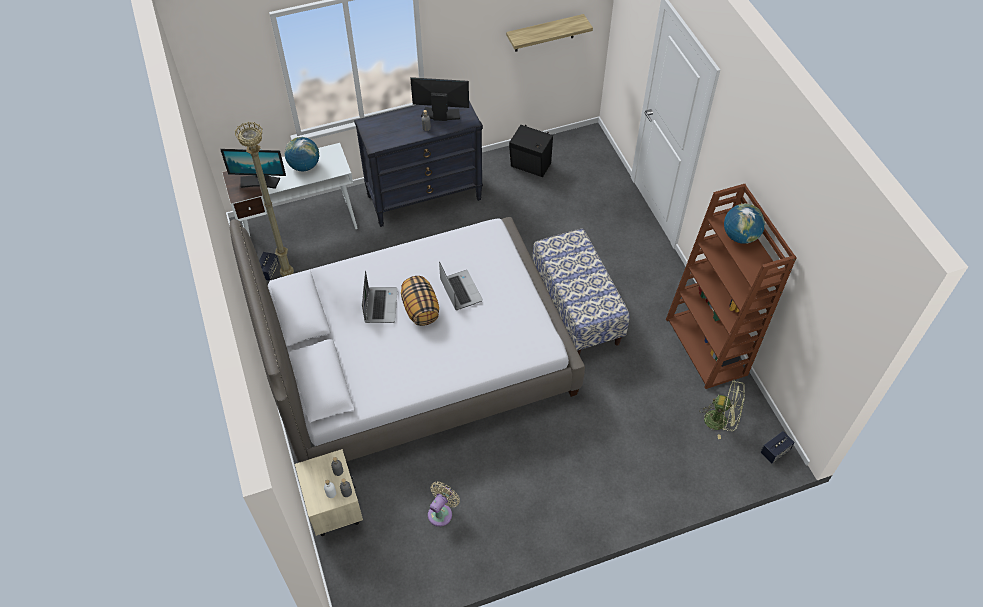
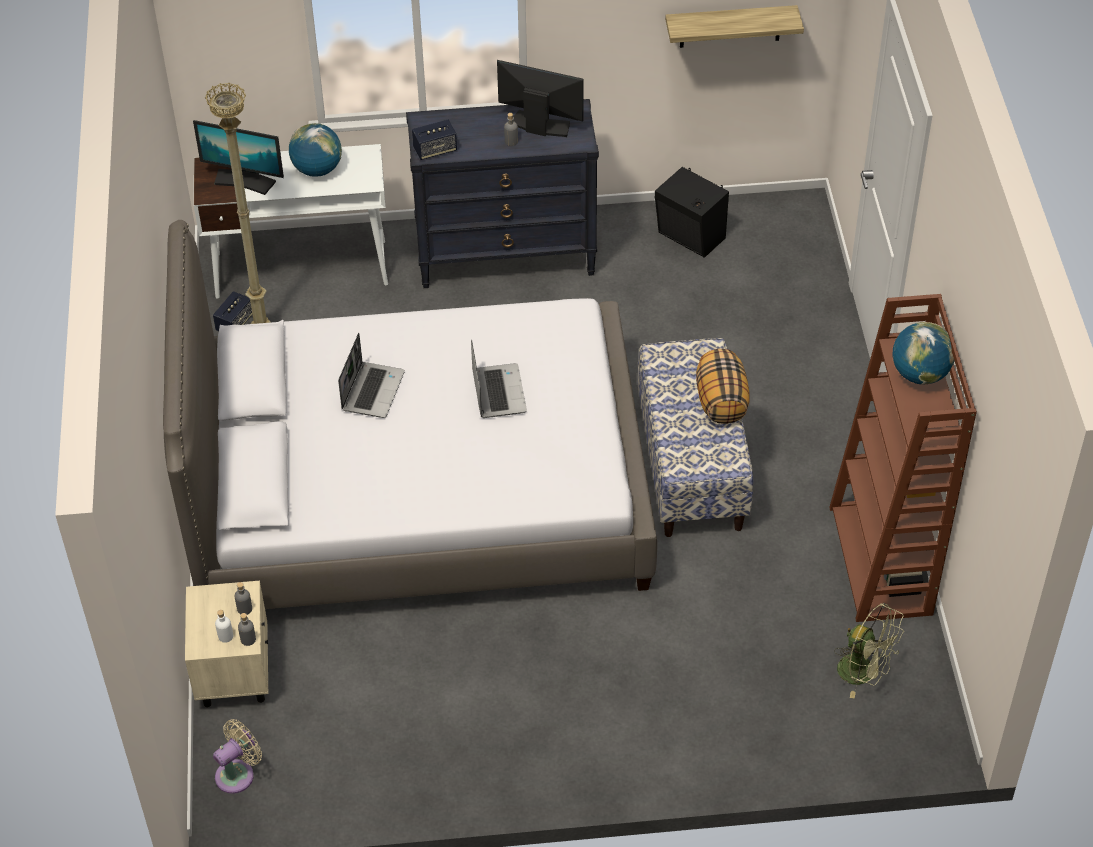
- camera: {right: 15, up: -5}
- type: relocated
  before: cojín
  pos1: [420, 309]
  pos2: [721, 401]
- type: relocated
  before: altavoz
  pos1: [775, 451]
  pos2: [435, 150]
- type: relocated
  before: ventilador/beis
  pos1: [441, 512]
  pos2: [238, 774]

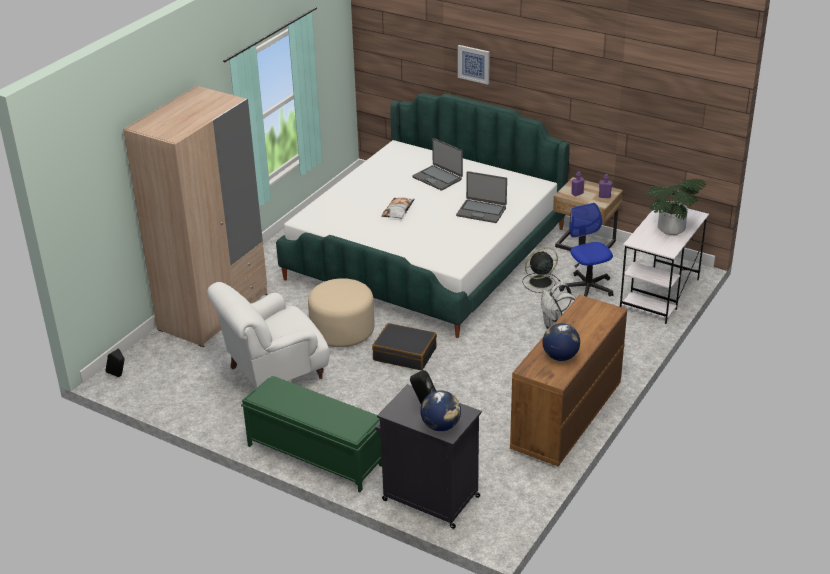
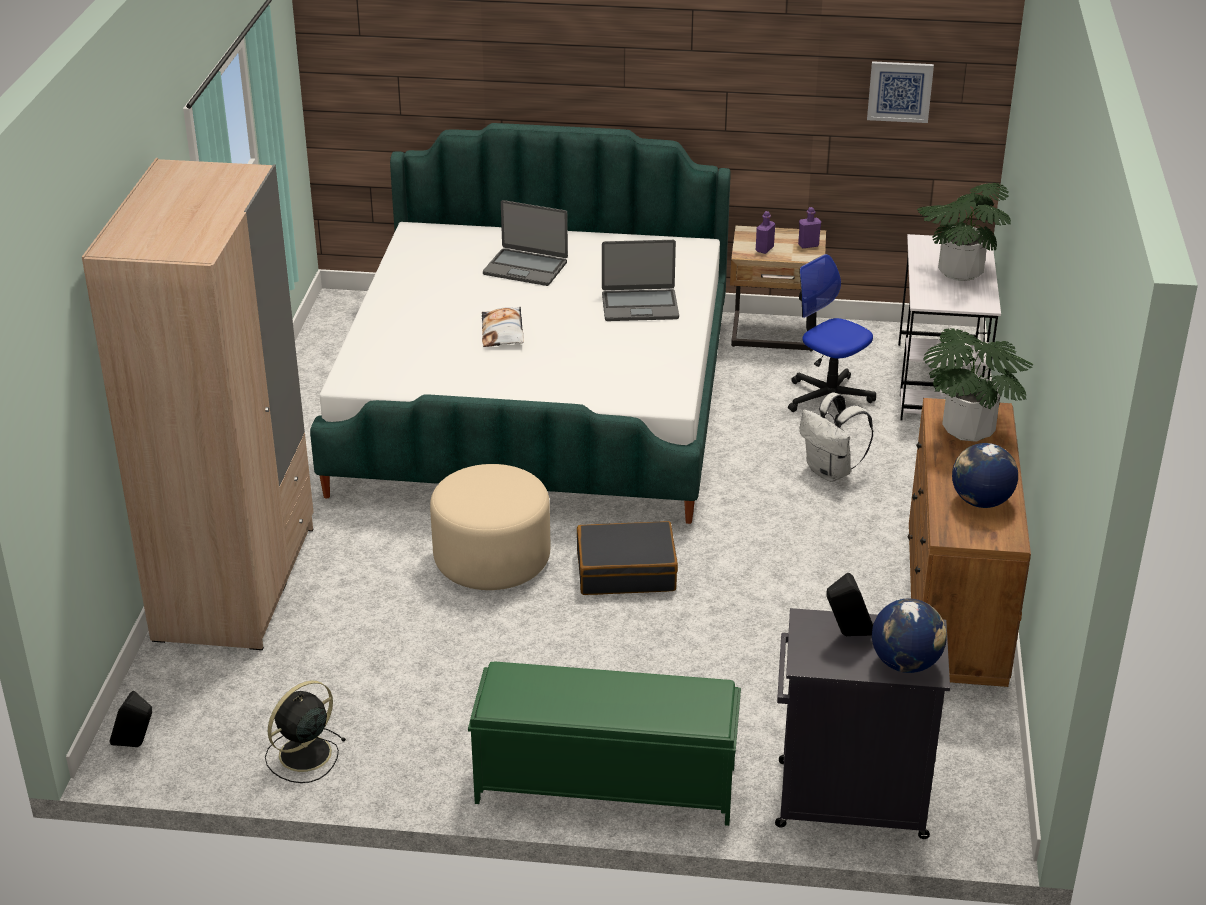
- camera: {right: -25, up: 0}
- type: relocated
  before: cuadro
  pos1: [474, 64]
  pos2: [900, 91]
- type: relocated
  before: ventilador/negro
  pos1: [539, 282]
  pos2: [303, 755]
- type: missing
  before: sillón/blanco
  pos1: [274, 375]
- type: appeared
  after: planta en maceta
  pos2: [969, 430]

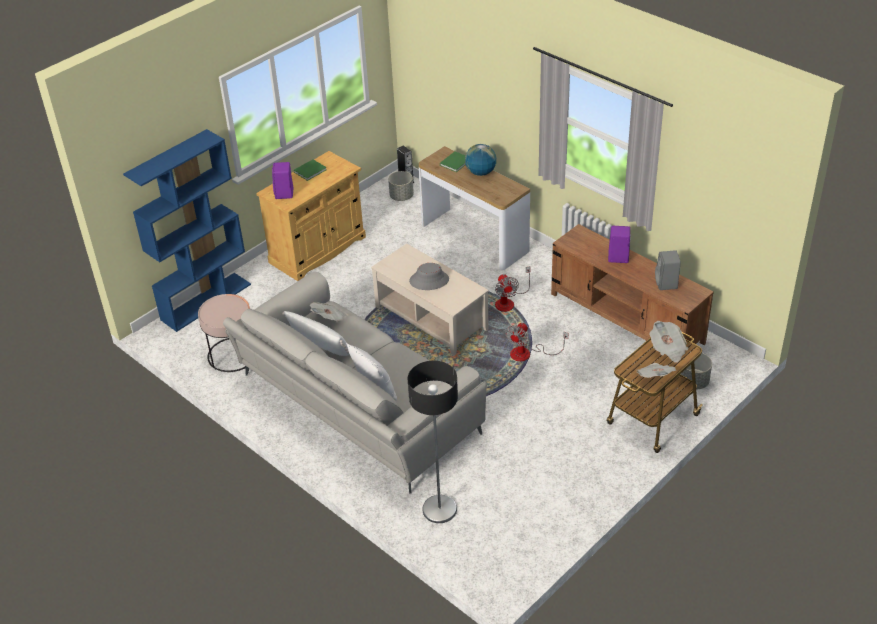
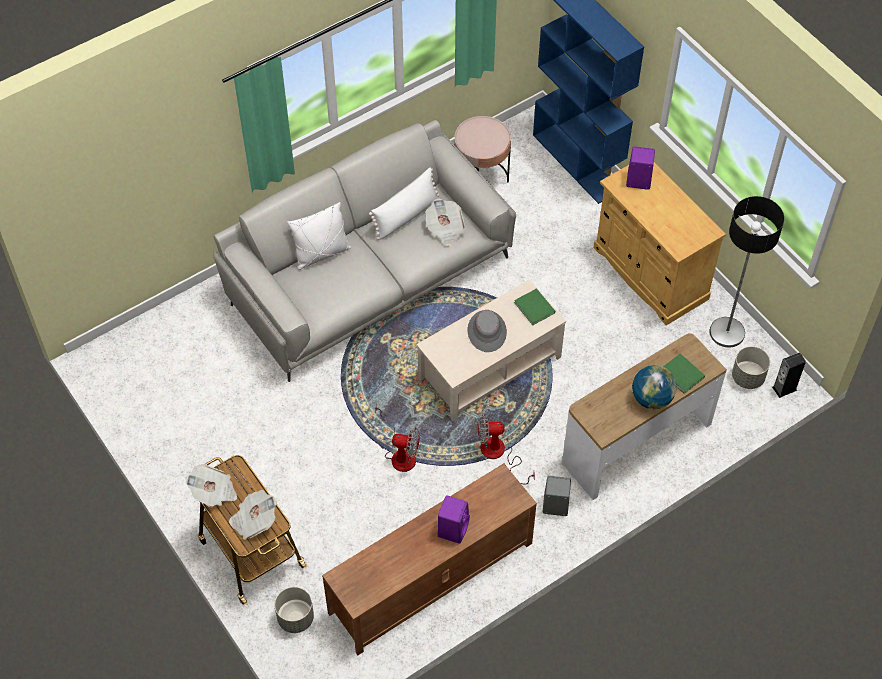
- camera: {right: 100, up: 15}
- type: relocated
  before: libro/verde
  pos1: [311, 170]
  pos2: [535, 308]
- type: relocated
  before: altavoz/gris
  pos1: [666, 284]
  pos2: [554, 505]
- type: spun
  before: ventilador
  pos1: [527, 354]
  pos2: [399, 453]
  turn: 150
- type: relocated
  before: lámpara de pie
  pos1: [439, 509]
  pos2: [727, 332]

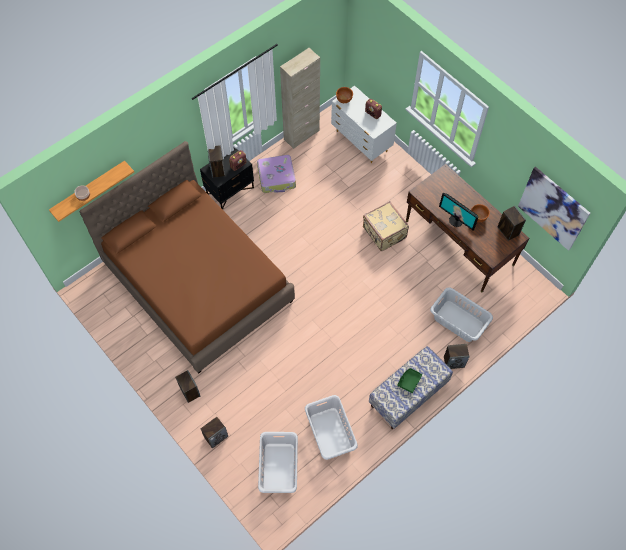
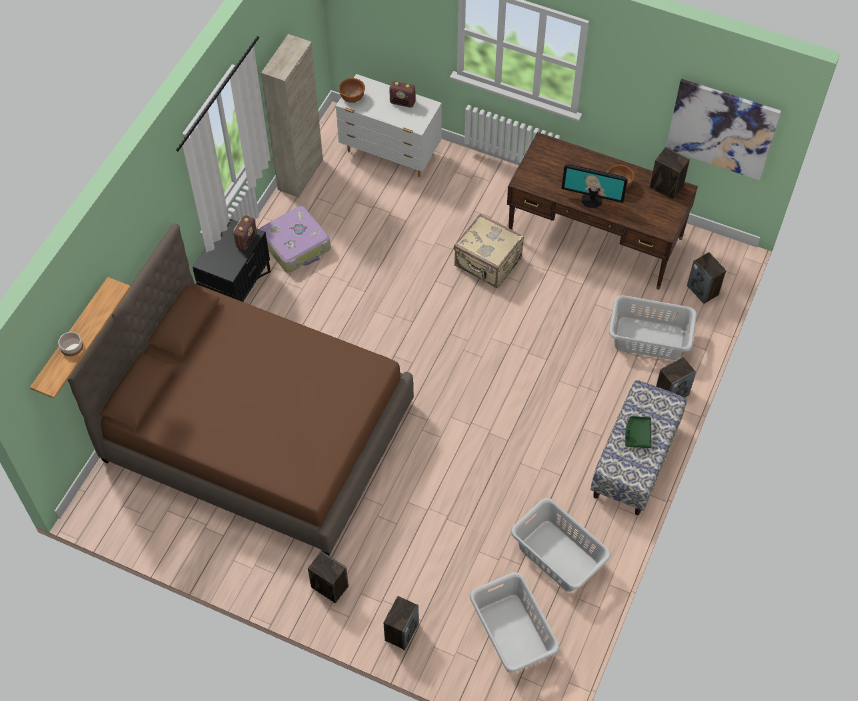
- camera: {right: -25, up: -5}
- type: relocated
  before: altavoz
  pos1: [217, 170]
  pos2: [703, 290]

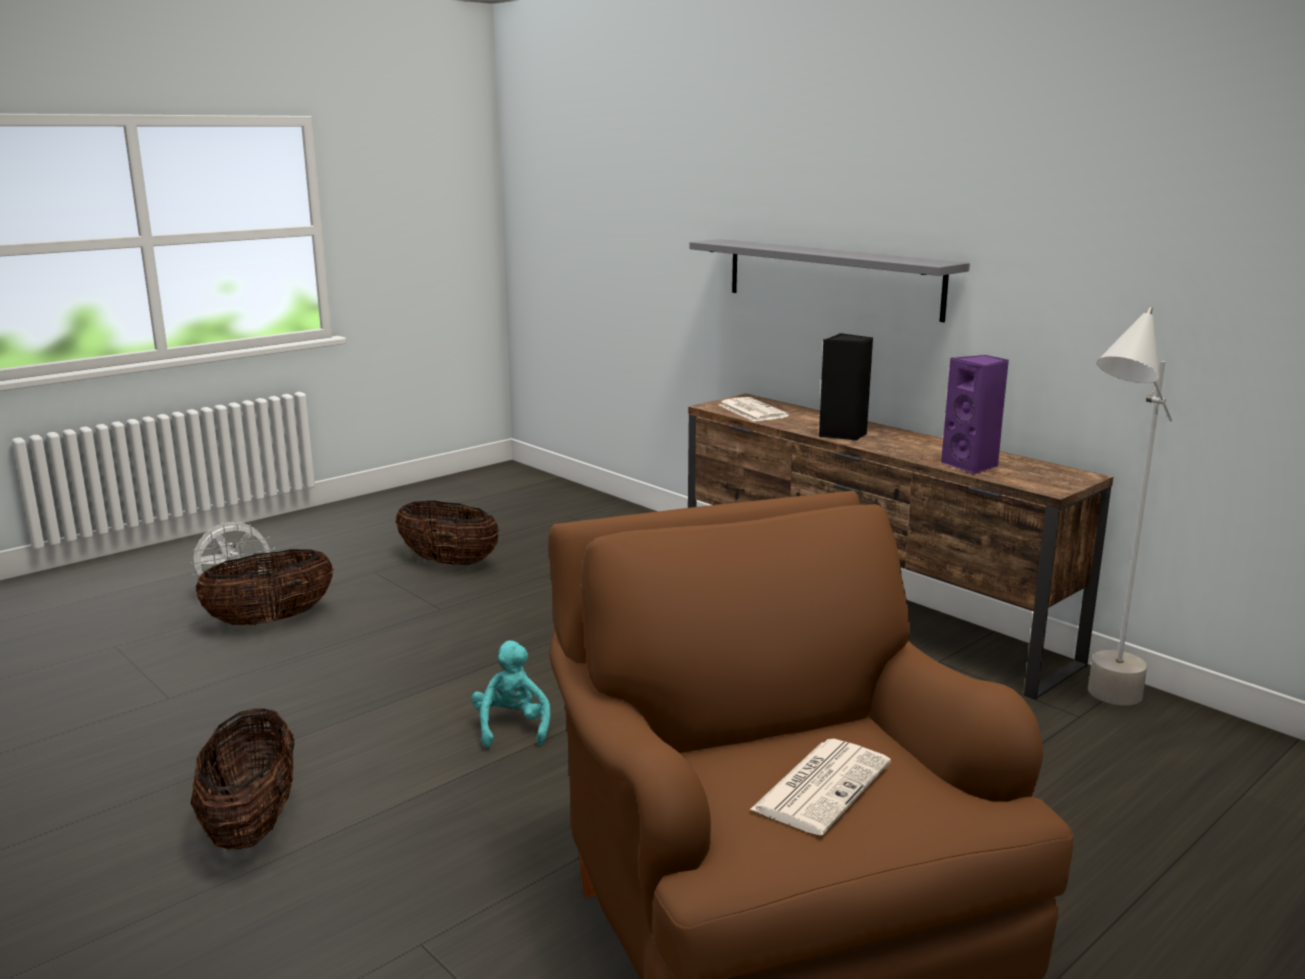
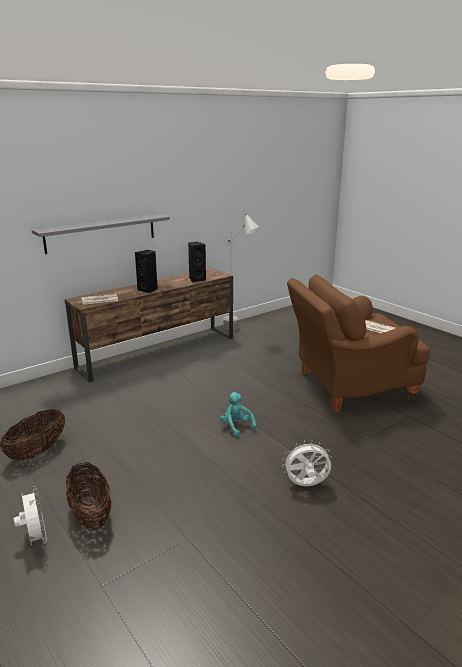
- camera: {right: -85, up: 5}
- type: colour
  before: altavoz/morado
  after: altavoz/negro
  pos1: [972, 465]
  pos2: [196, 279]
- type: spun
  before: peluche/turquesa
  pos1: [512, 727]
  pos2: [236, 426]
  turn: 60
- type: exchanged
  before: cesta
  after: ventilador/blanco
  pos1: [252, 823]
  pos2: [306, 485]

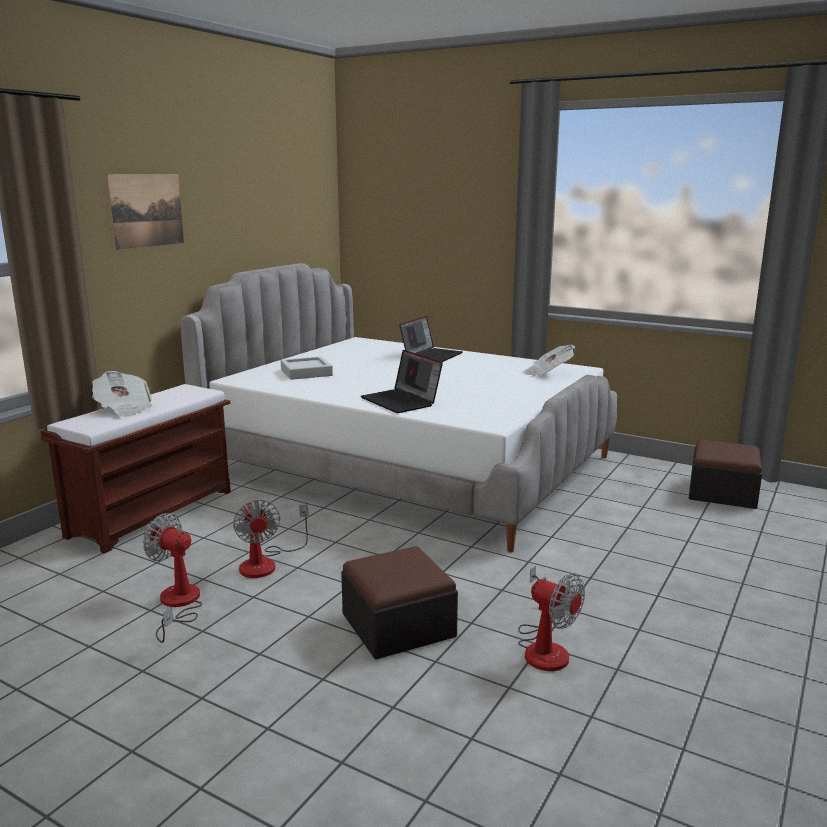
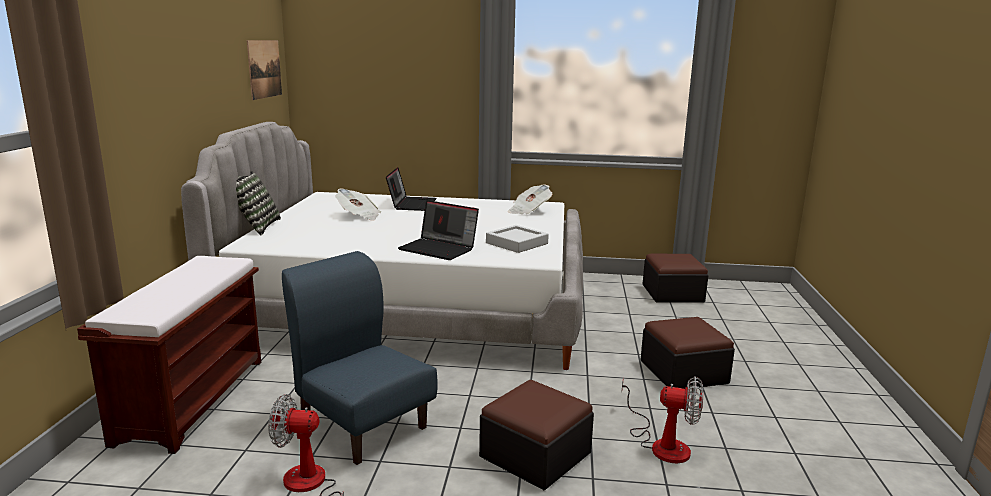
- camera: {right: -25, up: 0}
- type: relocated
  before: cuadro
  pos1: [146, 210]
  pos2: [264, 69]
- type: relocated
  before: bandeja/gris
  pos1: [306, 372]
  pos2: [516, 243]
- type: relocated
  before: periódico
  pos1: [124, 409]
  pos2: [359, 216]
- type: exchanged
  before: ventilador
  after: silla/azul
  pos1: [266, 563]
  pos2: [363, 425]
- type: appeared
  after: cojín
  pos2: [255, 227]
- type: appeared
  after: puf
  pos2: [683, 372]

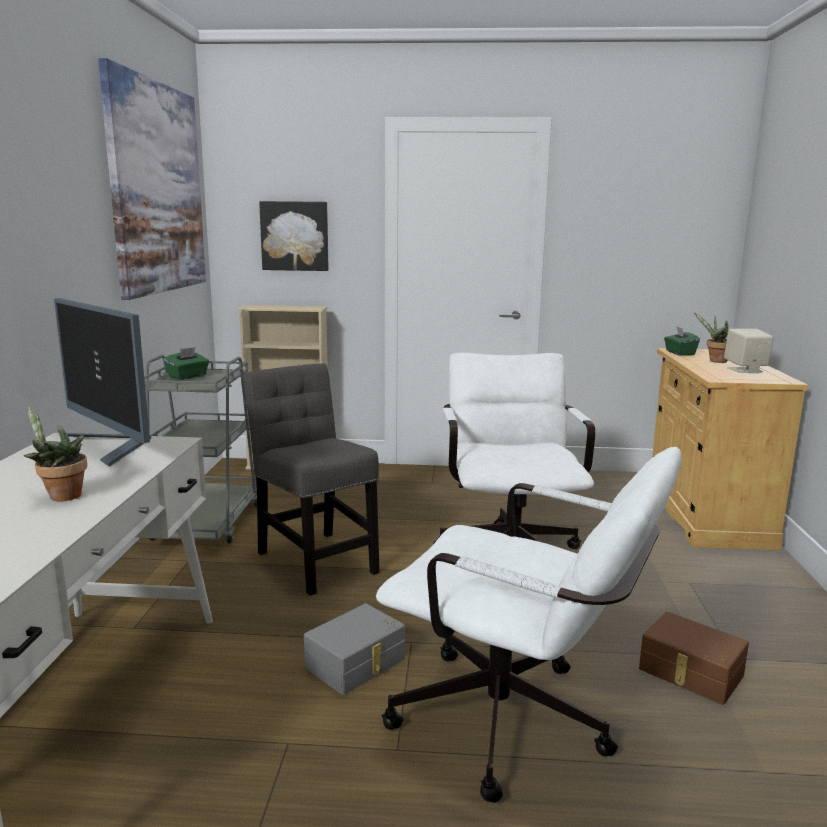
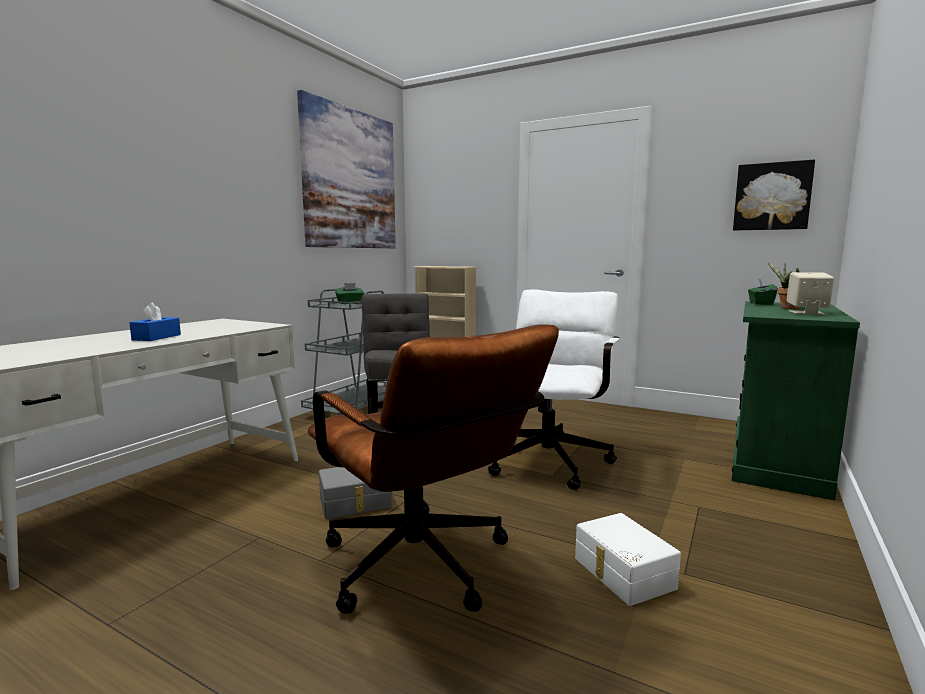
- camera: {right: 25, up: -5}
- type: relocated
  before: cuadro
  pos1: [295, 236]
  pos2: [772, 196]
- type: missing
  before: monitor
  pos1: [114, 446]
- type: colour
  before: armario/beis
  after: armario/verde
  pos1: [705, 512]
  pos2: [776, 458]
- type: exchanged
  before: planta en maceta
  after: caja de pañuelos/azul
  pos1: [61, 496]
  pos2: [156, 337]
- type: colour
  before: silla de oficina/blanco
  after: silla de oficina/marrón
  pos1: [518, 726]
  pos2: [425, 570]
- type: colour
  before: caja de almacenaje/marrón
  after: caja de almacenaje/blanco
  pos1: [690, 673]
  pos2: [622, 573]

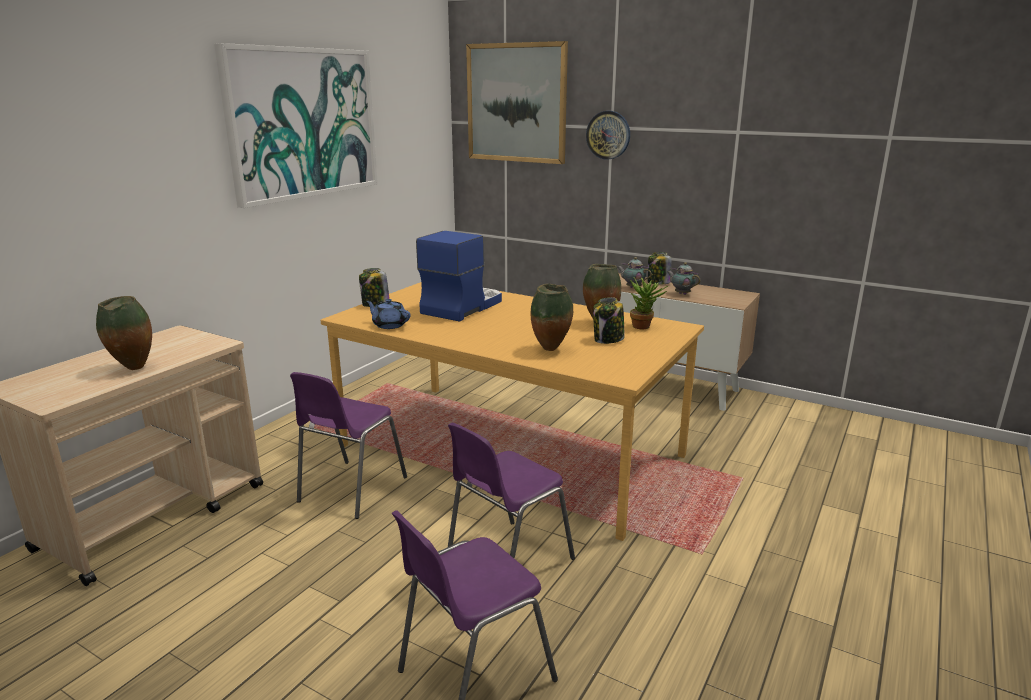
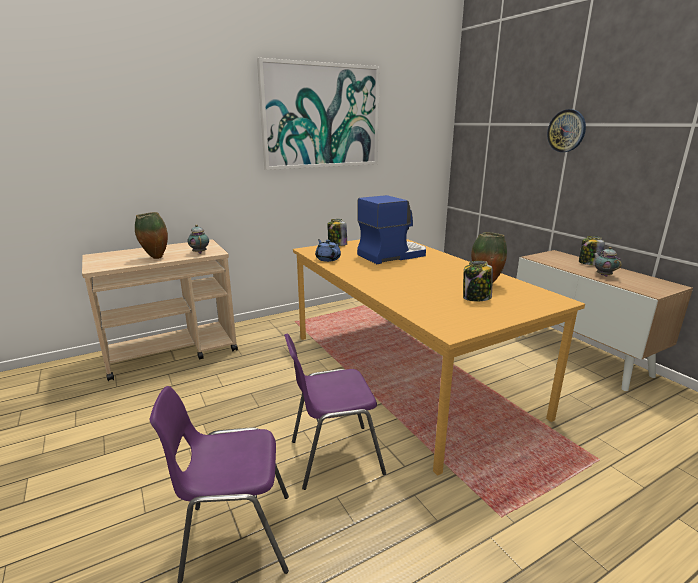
- camera: {right: 30, up: 0}
- type: missing
  before: cuadro
  pos1: [516, 103]
- type: relocated
  before: tetera
  pos1: [632, 287]
  pos2: [200, 252]
- type: missing
  before: planta en maceta
  pos1: [644, 326]
- type: missing
  before: florero
  pos1: [551, 350]
- type: missing
  before: silla/morado
  pos1: [350, 490]

